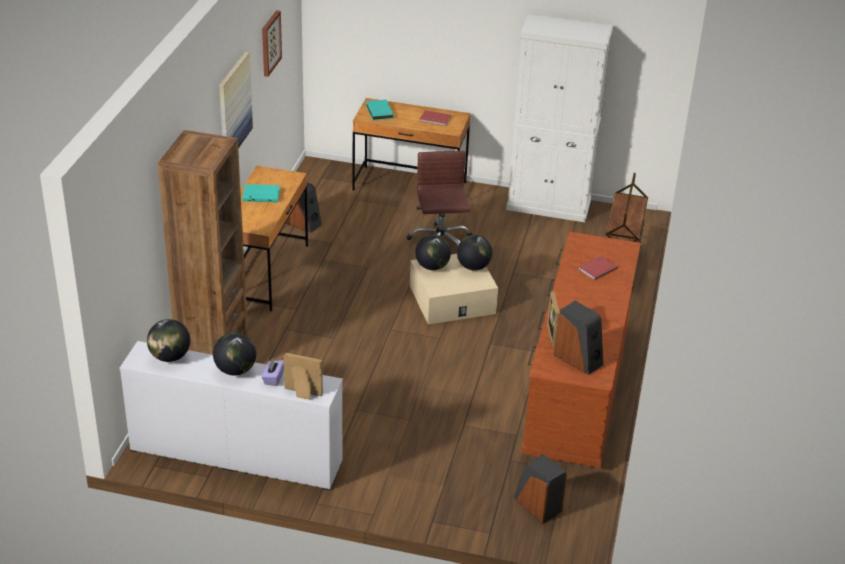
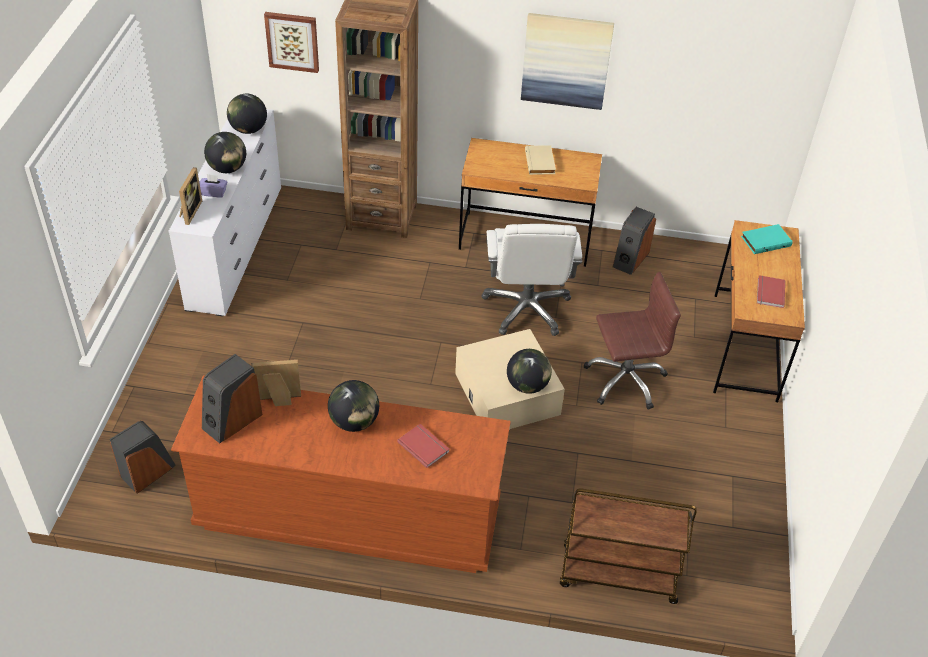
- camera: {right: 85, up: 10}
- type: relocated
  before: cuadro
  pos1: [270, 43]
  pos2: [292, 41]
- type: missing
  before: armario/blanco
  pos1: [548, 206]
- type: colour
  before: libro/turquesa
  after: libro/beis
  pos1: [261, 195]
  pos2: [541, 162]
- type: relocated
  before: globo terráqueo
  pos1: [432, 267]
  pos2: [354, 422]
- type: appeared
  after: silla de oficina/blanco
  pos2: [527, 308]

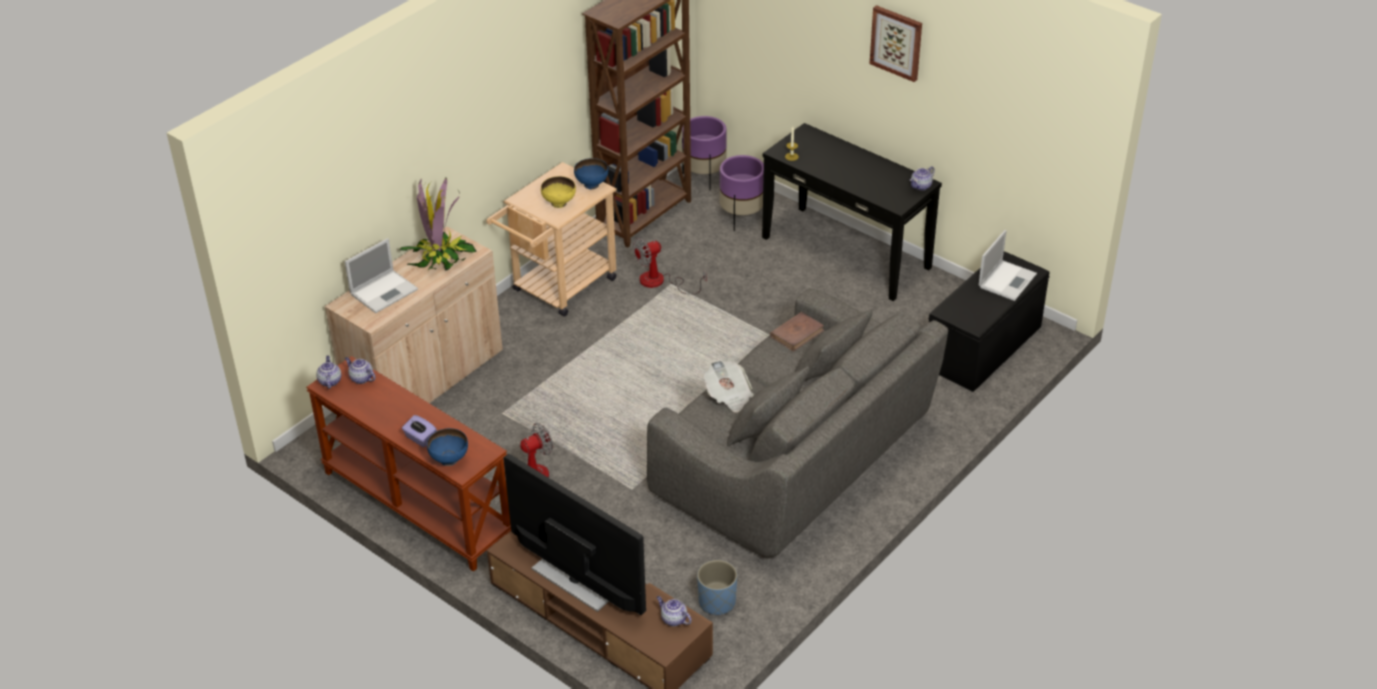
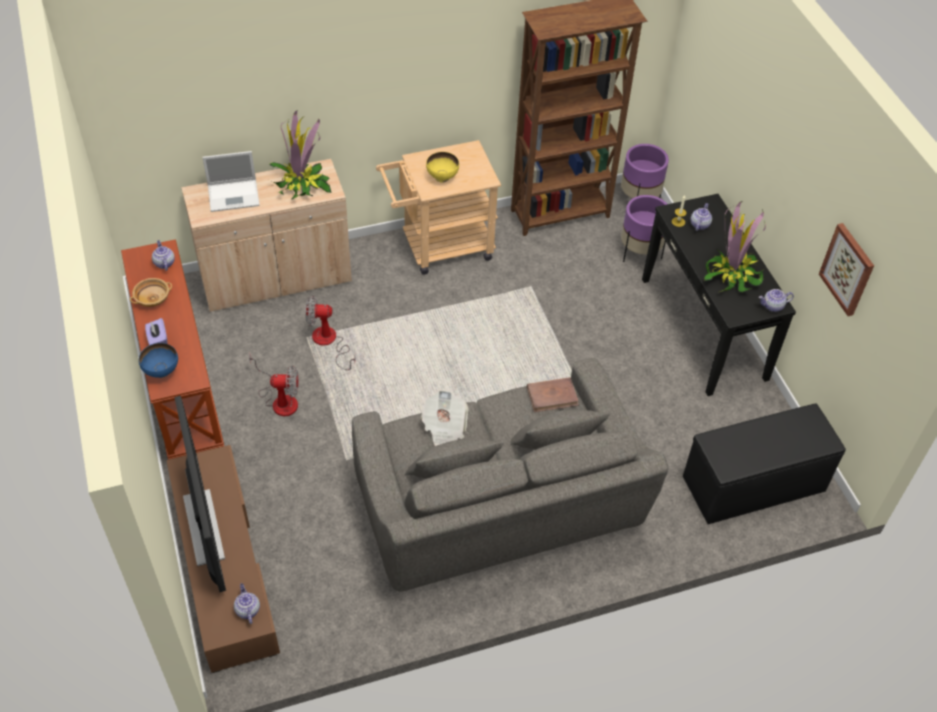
- camera: {right: 30, up: 10}
- type: relocated
  before: cuadro
  pos1: [896, 42]
  pos2: [848, 269]
- type: missing
  before: cuenco/azul
  pos1: [592, 185]
- type: missing
  before: portátil
  pos1: [1007, 280]
- type: relocated
  before: ventilador
  pos1: [660, 282]
  pos2: [329, 342]
- type: relocated
  before: tetera
  pos1: [329, 381]
  pos2: [699, 224]
- type: missing
  before: maceta/azul
  pos1: [717, 602]
- type: appeared
  after: planta en maceta
  pos2: [731, 275]
- type: appeared
  after: cuenco/beis
  pos2: [153, 298]

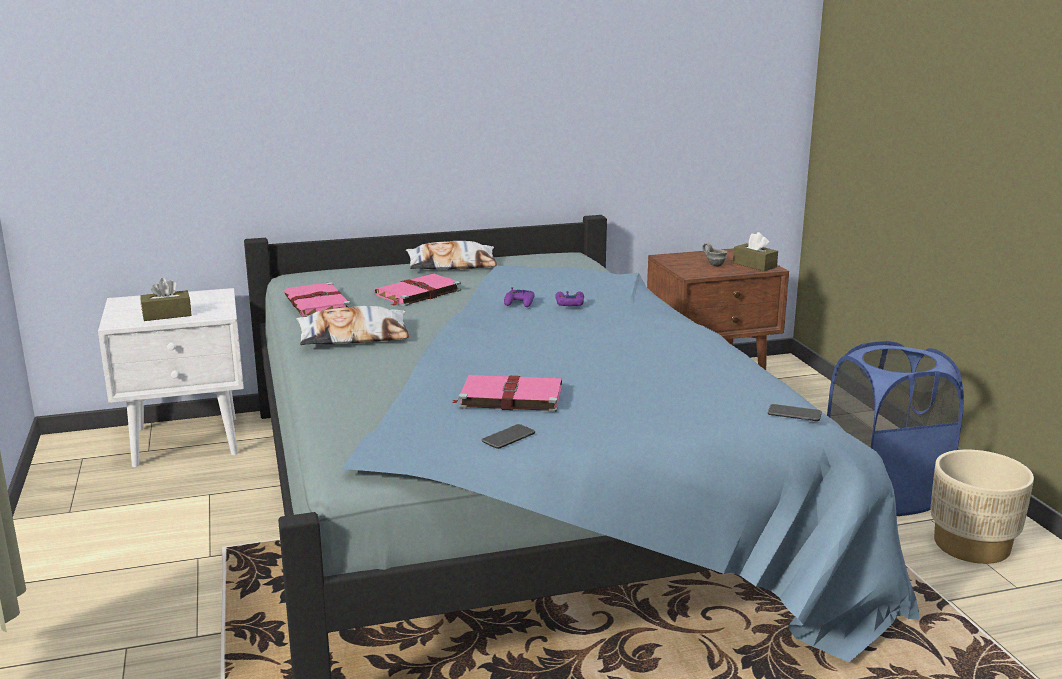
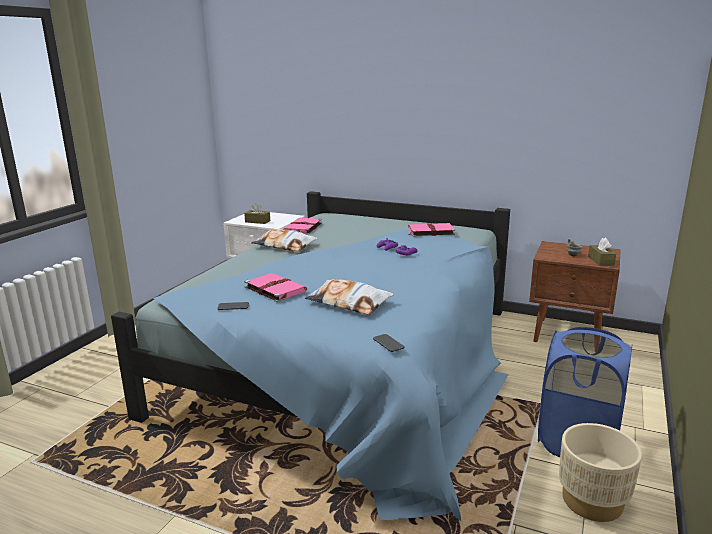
- camera: {right: 40, up: 0}
- type: relocated
  before: cojín
  pos1: [452, 265]
  pos2: [349, 302]
- type: relocated
  before: libro/rosa
  pos1: [417, 293]
  pos2: [430, 231]

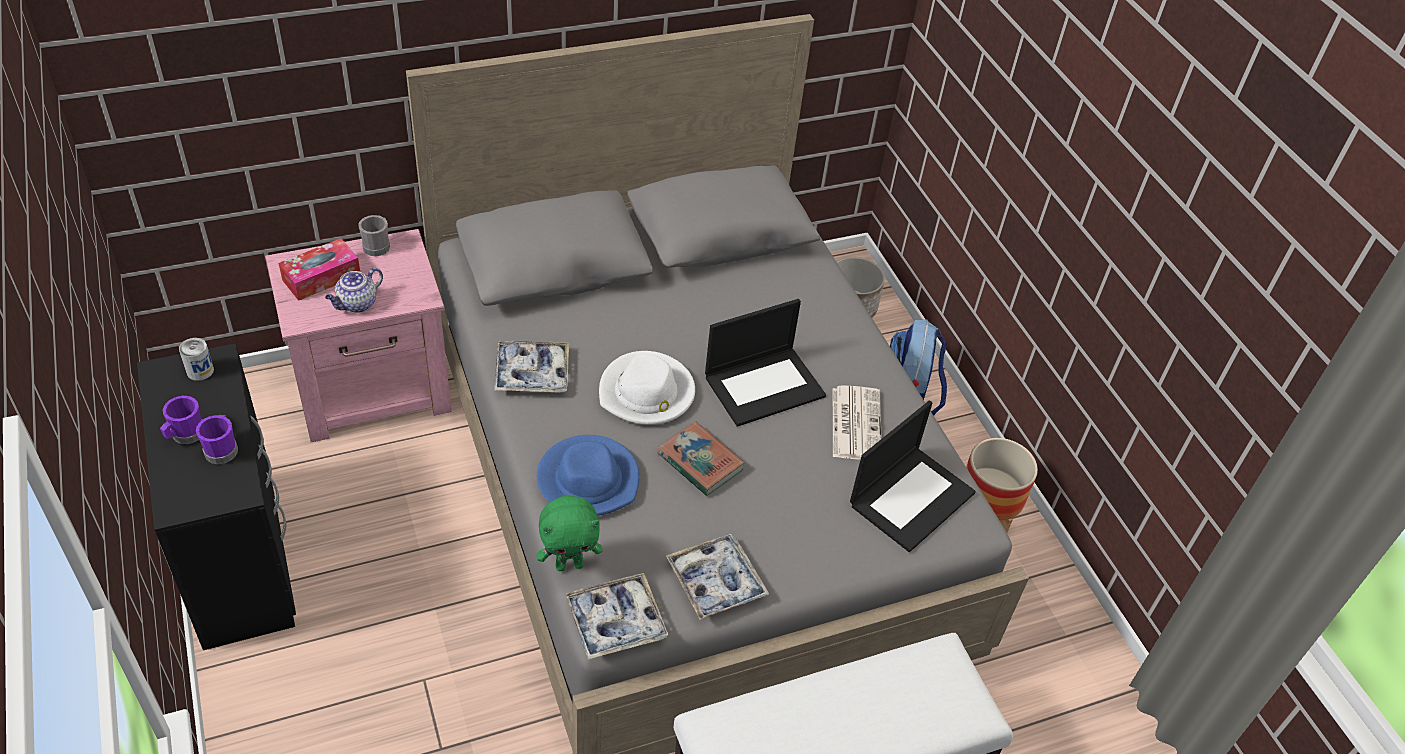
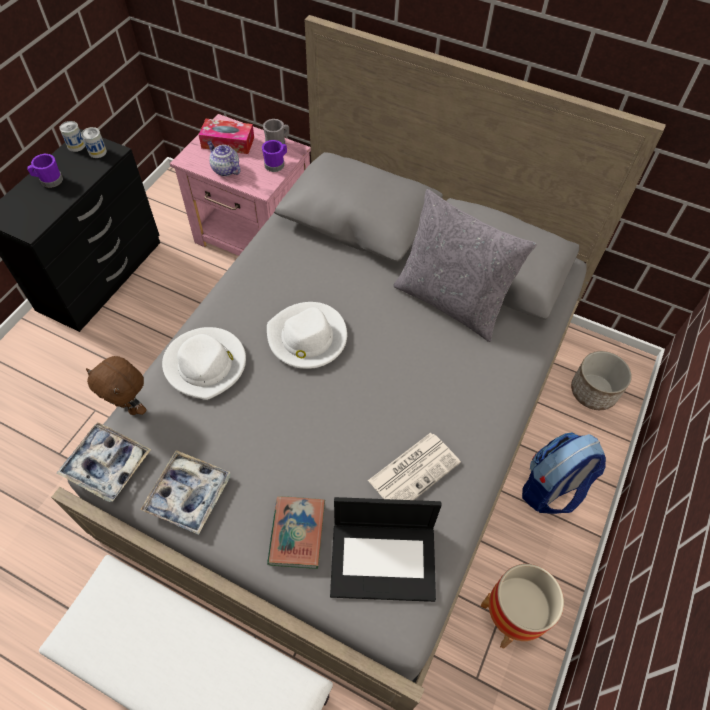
- camera: {right: 50, up: 10}
- type: spun
  before: tetera
  pos1: [357, 304]
  pos2: [225, 169]
  turn: 45
- type: missing
  before: portátil
  pos1: [765, 385]
- type: missing
  before: bandeja
  pos1: [532, 373]
- type: relocated
  before: taza grande/morado
  pos1: [222, 449]
  pos2: [276, 164]
- type: relocated
  before: libro
  pos1: [700, 462]
  pos2: [297, 533]
- type: colour
  before: sombrero/azul
  after: sombrero/blanco
  pos1: [588, 479]
  pos2: [206, 364]
- type: colour
  before: peluche/verde
  after: peluche/marrón
  pos1: [570, 564]
  pos2: [131, 407]
- type: appeared
  after: lata
  pos2: [76, 146]
- type: appeared
  after: cojín/gris
  pos2: [451, 301]

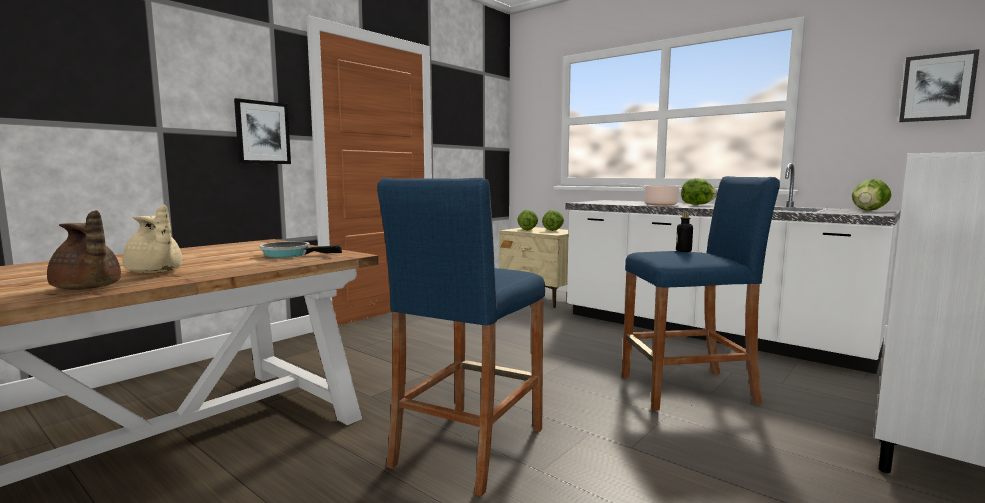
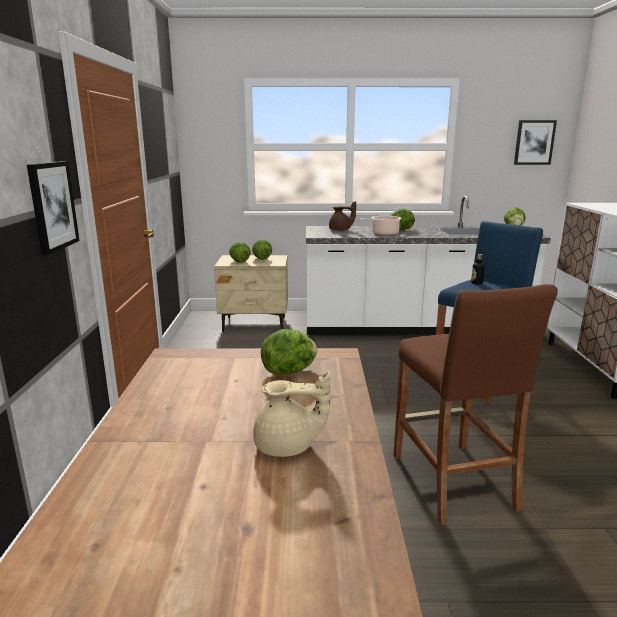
- camera: {right: -40, up: 10}
- type: colour
  before: taburete/azul
  after: taburete/marrón
  pos1: [468, 446]
  pos2: [452, 481]
- type: relocated
  before: tetera/marrón
  pos1: [87, 288]
  pos2: [340, 230]
- type: exchanged
  before: sartén
  after: lechuga
  pos1: [290, 254]
  pos2: [290, 371]

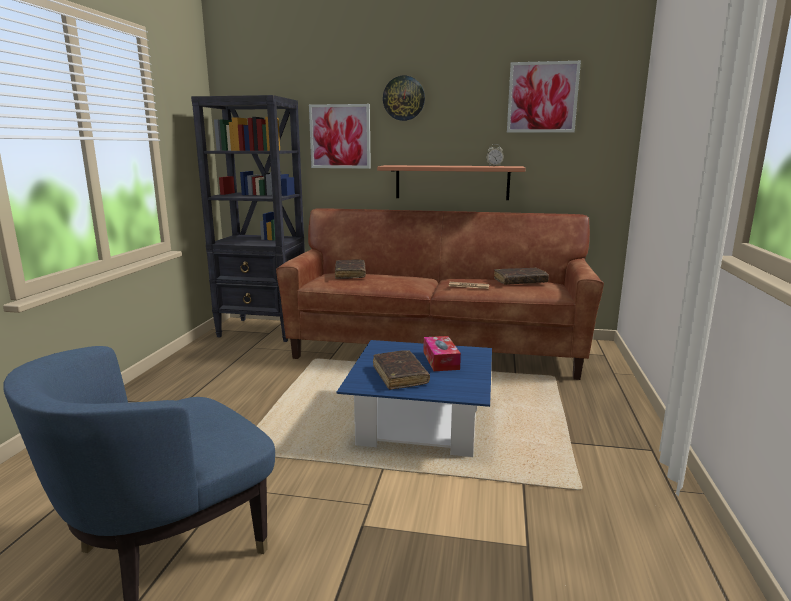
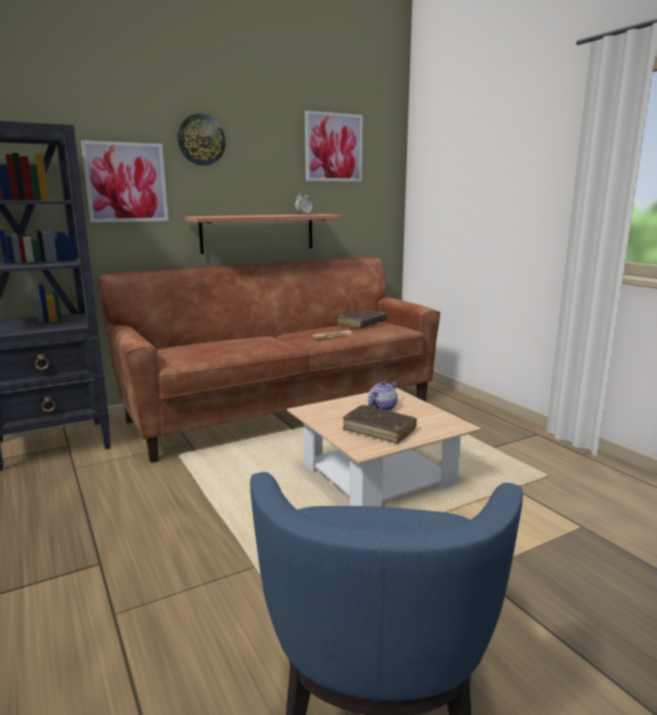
- camera: {right: -40, up: 0}
- type: missing
  before: libro/marrón
  pos1: [350, 274]
- type: exchanged
  before: caja de pañuelos
  after: tetera
  pos1: [441, 360]
  pos2: [382, 408]
- type: colour
  before: mesa de centro/azul
  after: mesa de centro/beis
  pos1: [421, 423]
  pos2: [378, 475]

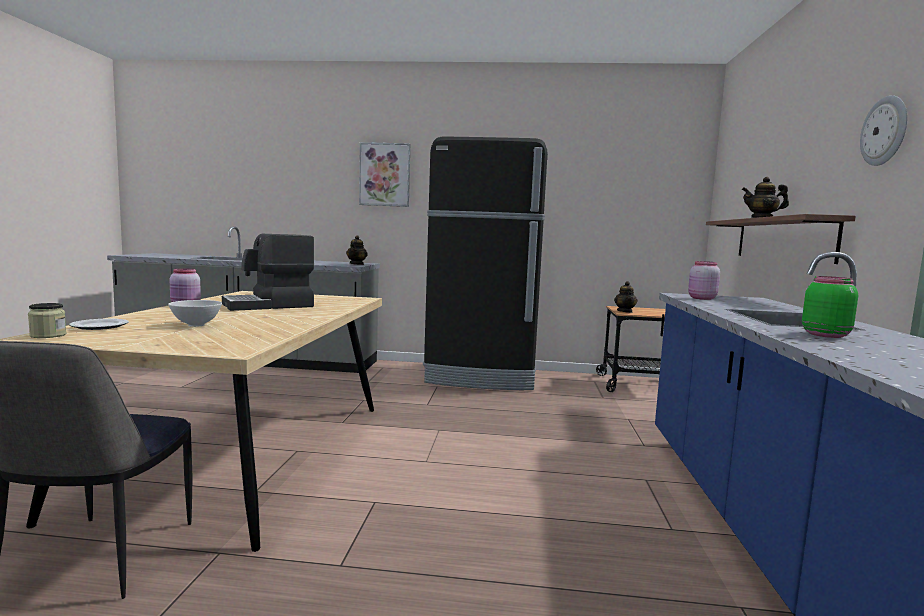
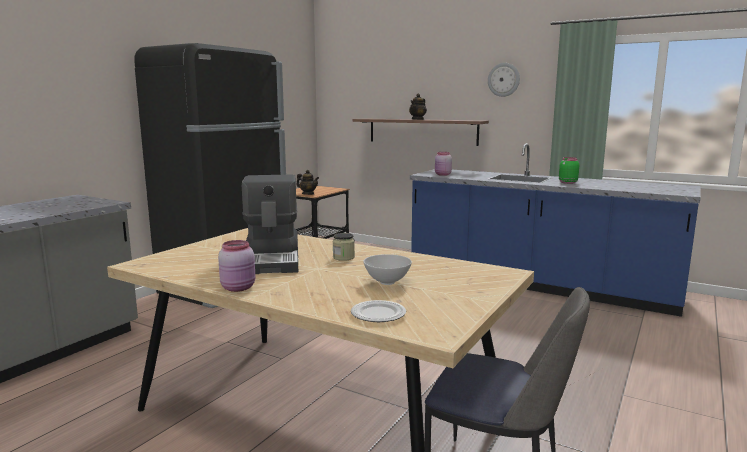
- camera: {right: -65, up: 5}
- type: missing
  before: cuadro
  pos1: [385, 174]
- type: missing
  before: tetera
  pos1: [357, 264]
- type: relocated
  before: tarro
  pos1: [48, 335]
  pos2: [343, 257]

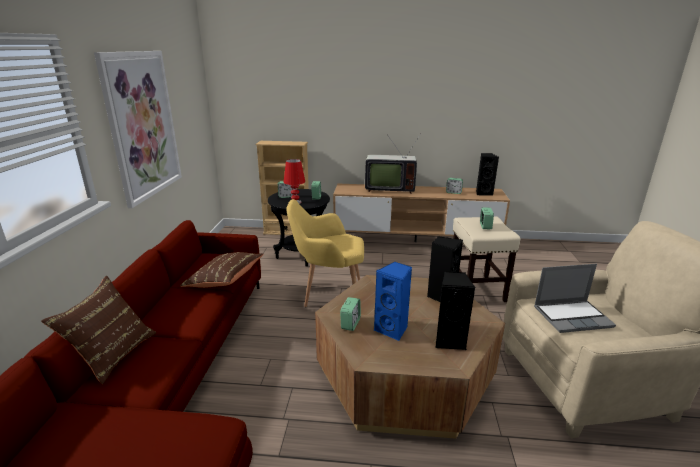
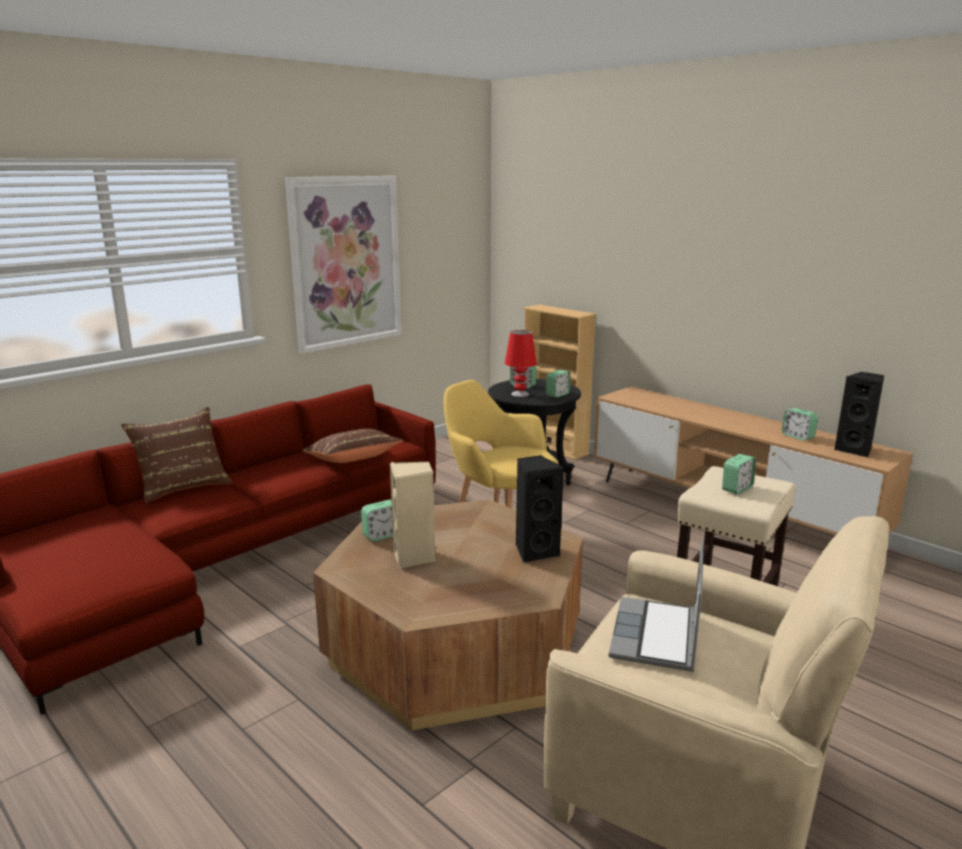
- camera: {right: 40, up: -5}
- type: missing
  before: televisor
  pos1: [389, 189]
- type: colour
  before: altavoz/azul
  after: altavoz/beis
  pos1: [393, 329]
  pos2: [414, 557]
- type: spun
  before: portátil
  pos1: [572, 316]
  pos2: [656, 637]
  turn: 75
- type: missing
  before: altavoz/negro
  pos1: [449, 341]

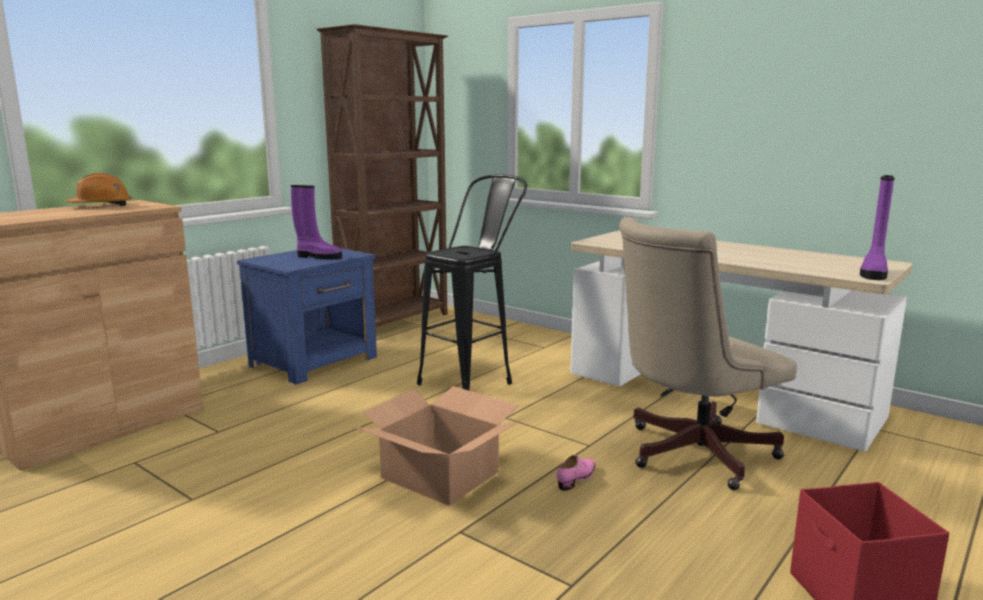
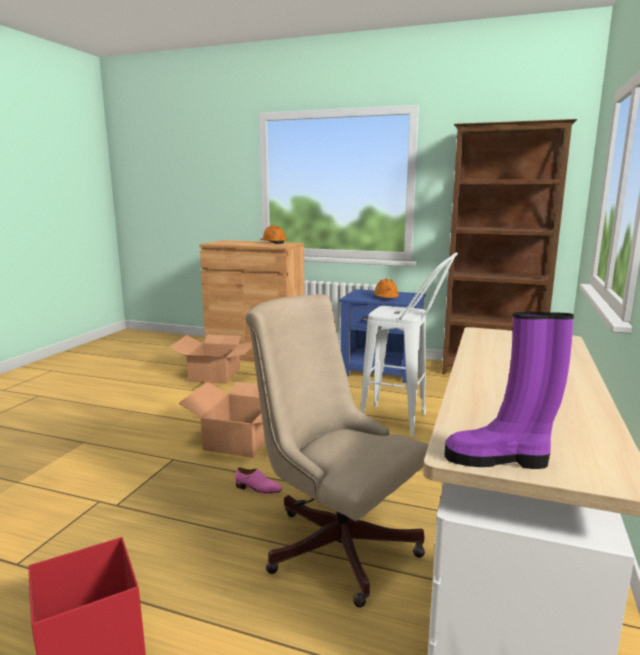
- camera: {right: 70, up: 0}
- type: colour
  before: taburete/negro
  after: taburete/blanco
  pos1: [474, 380]
  pos2: [404, 422]
- type: exchanged
  before: bota/morado
  after: casco/naranja
  pos1: [318, 257]
  pos2: [386, 297]
- type: appeared
  after: caja de cartón
  pos2: [215, 374]

